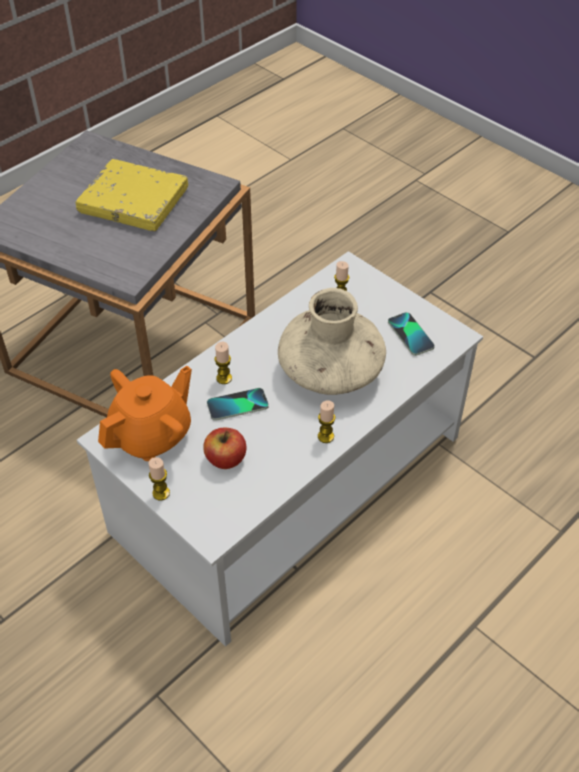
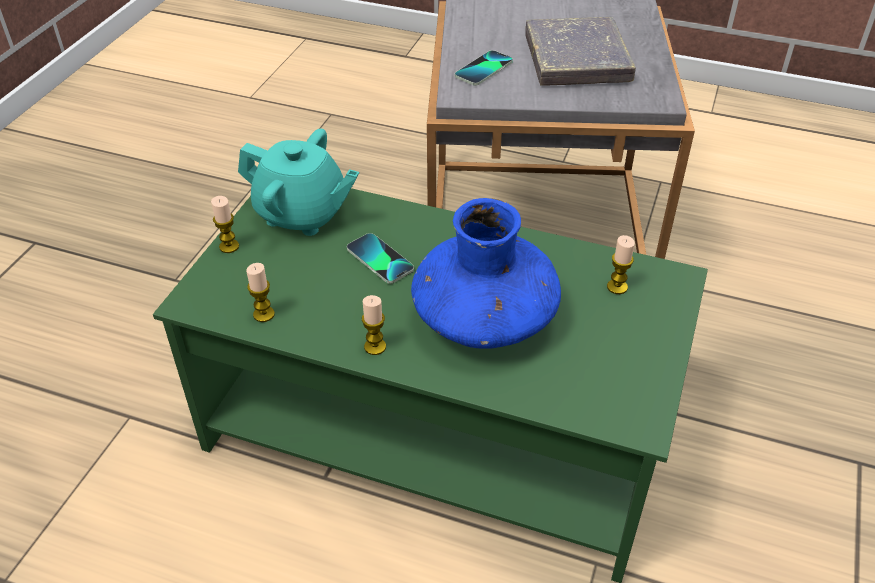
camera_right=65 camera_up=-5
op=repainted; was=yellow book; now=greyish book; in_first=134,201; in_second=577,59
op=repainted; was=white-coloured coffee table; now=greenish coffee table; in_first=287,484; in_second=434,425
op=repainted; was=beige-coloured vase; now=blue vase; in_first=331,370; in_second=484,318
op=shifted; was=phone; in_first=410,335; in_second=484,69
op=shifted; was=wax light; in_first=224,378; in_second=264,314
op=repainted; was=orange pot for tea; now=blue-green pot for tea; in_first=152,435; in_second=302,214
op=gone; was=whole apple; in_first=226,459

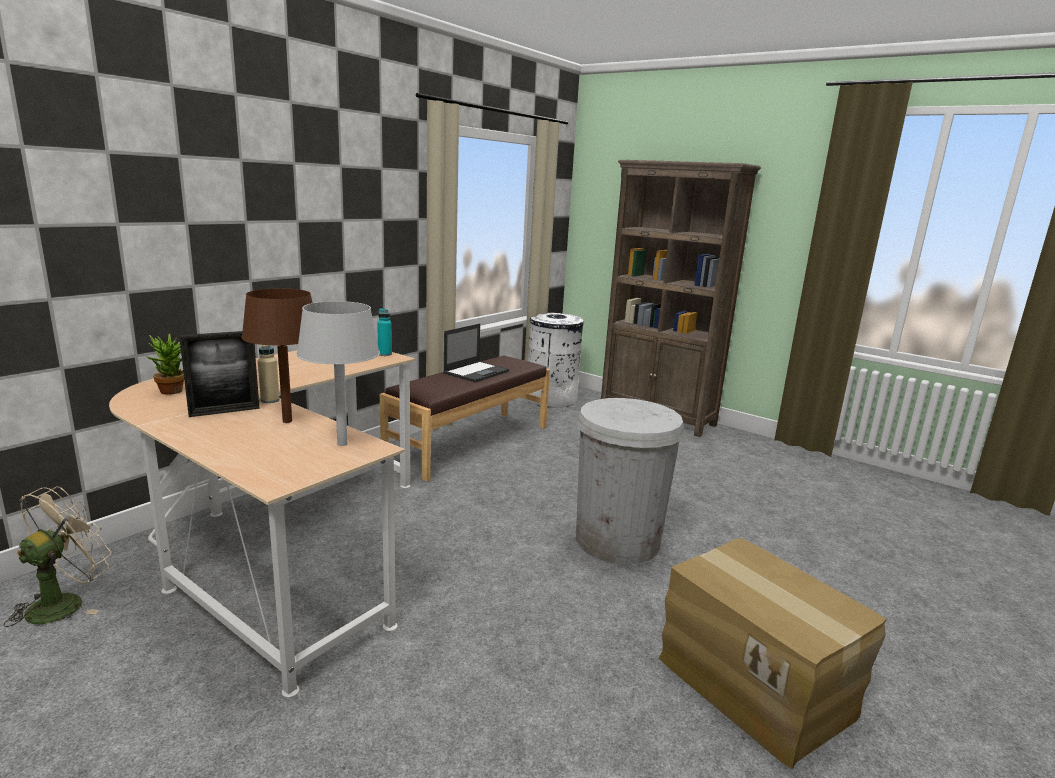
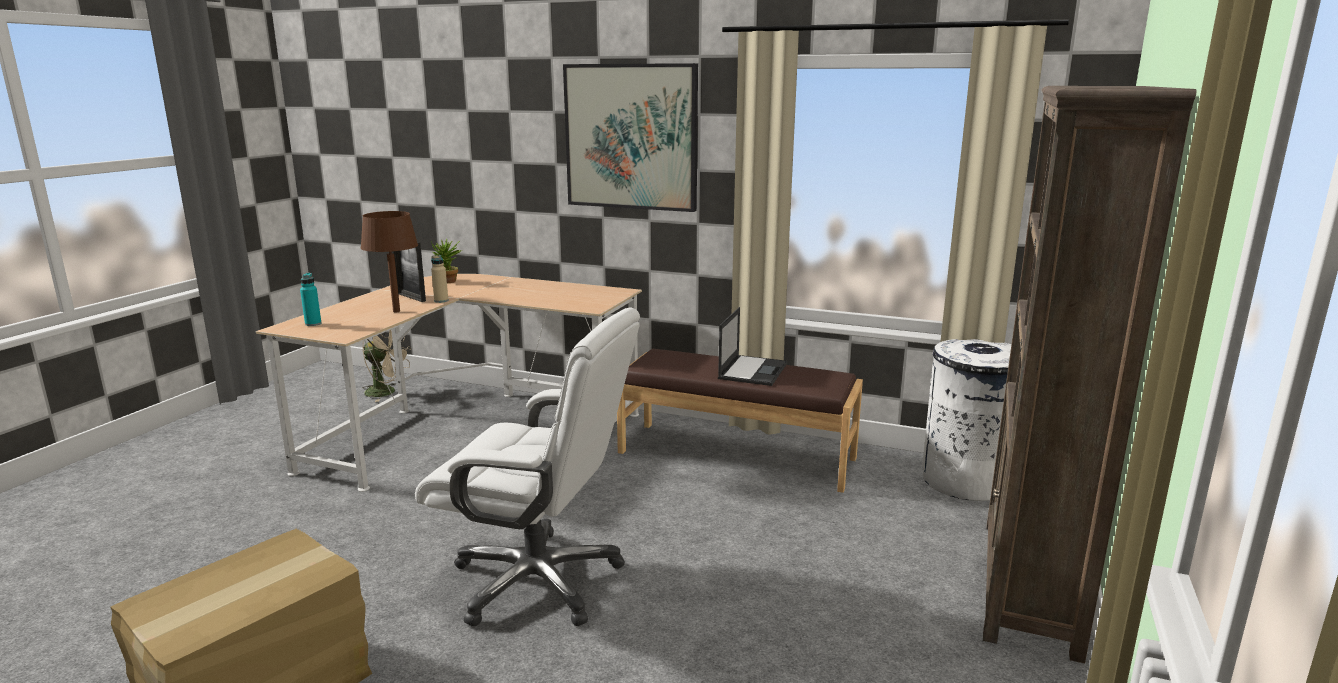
camera_right=75 camera_up=0
op=gone; was=greyish table lamp; in_first=342,444
op=shifted; was=blue-green beverage bottle; in_first=385,354; in_second=313,324
op=rotated; was=portable computer; in_first=476,372; in_second=753,370; clockwise=-90
op=swapped; was=white-coloured waste bin; now=white-coloured computer chair; in_first=617,540; in_second=539,580
op=new; now=picture; in_second=631,137

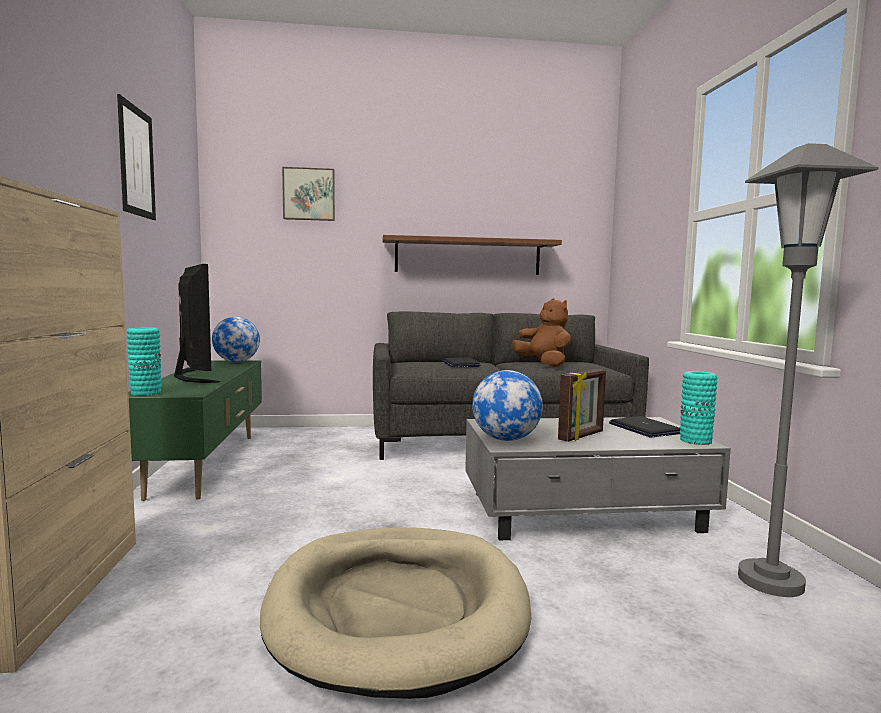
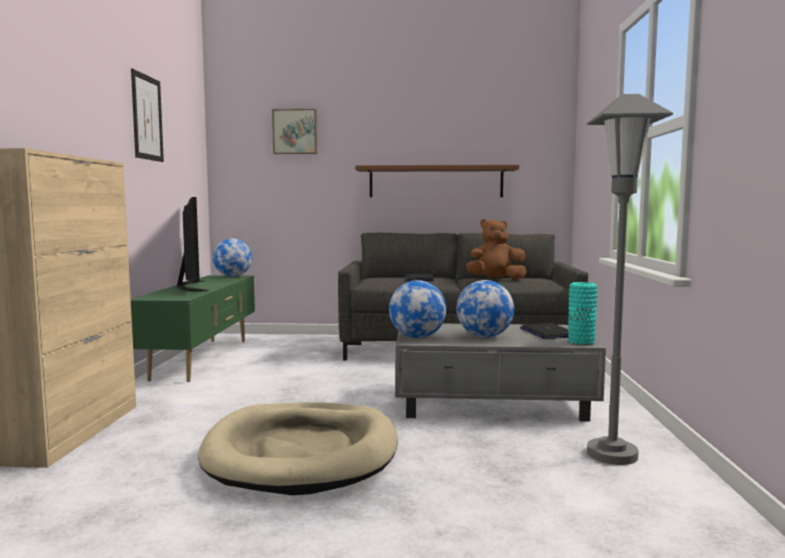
camera_right=10 camera_up=0
op=rotated; was=brownish plush toy; in_first=544,364; in_second=495,279; clockwise=-75
op=gone; was=blue-green vase; in_first=146,392
op=swapped; was=photo frame; now=desk globe; in_first=582,436; in_second=484,337

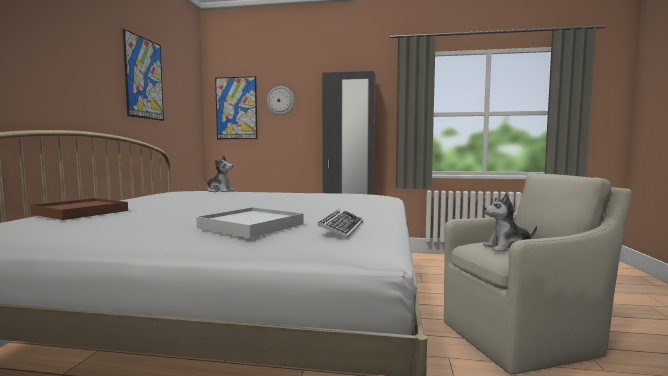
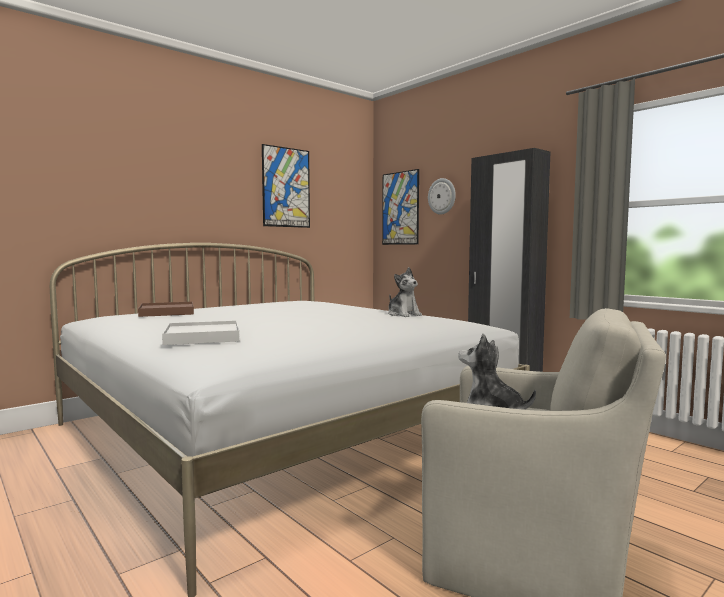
camera_right=40 camera_up=0
op=shifted; was=plush toy; in_first=220,191; in_second=403,314
op=gone; was=computer keyboard; in_first=341,228

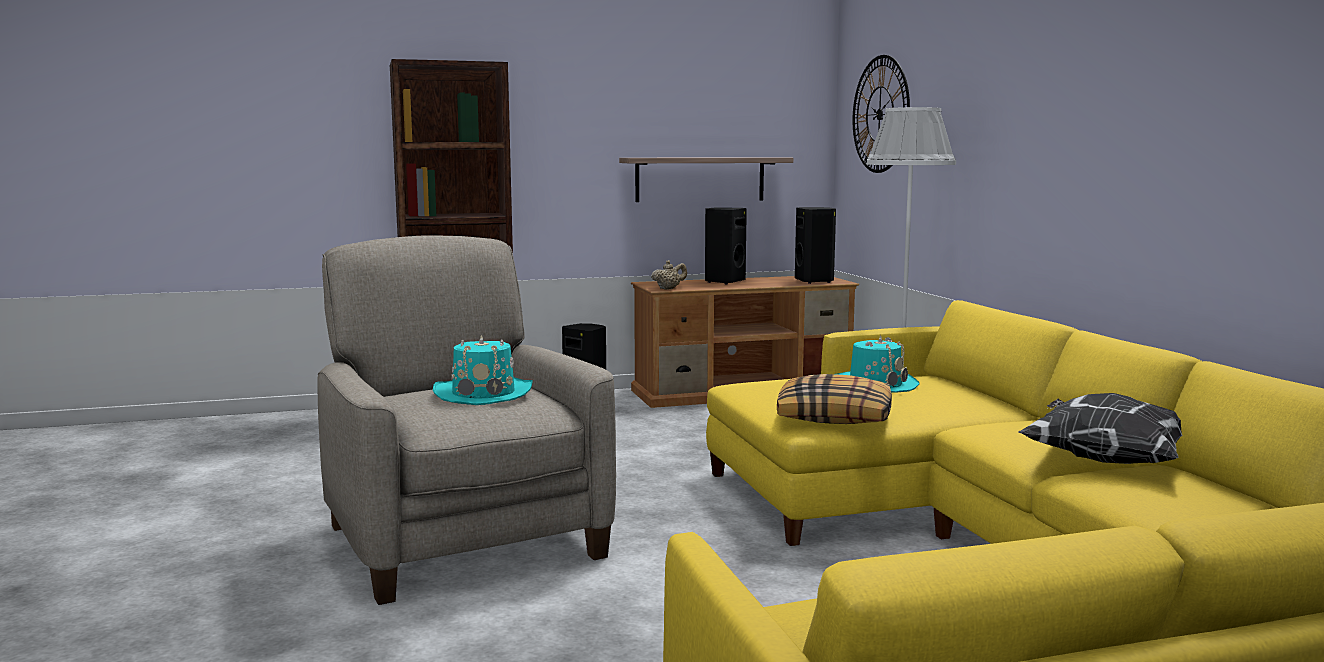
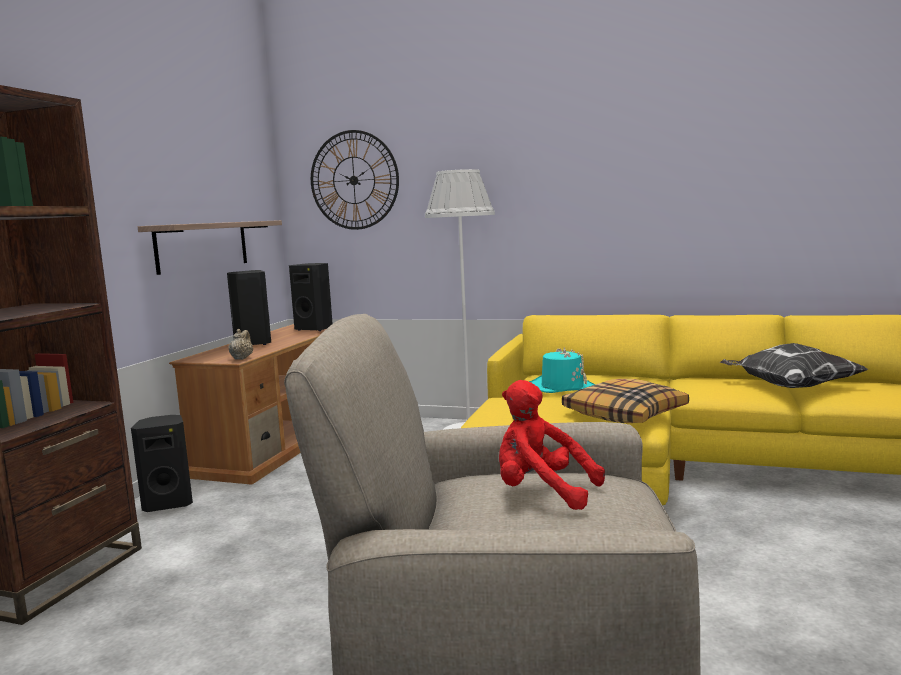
camera_right=-55 camera_up=0
op=swapped; was=blue-green wearable hat; now=reddish plush toy; in_first=484,393; in_second=541,492

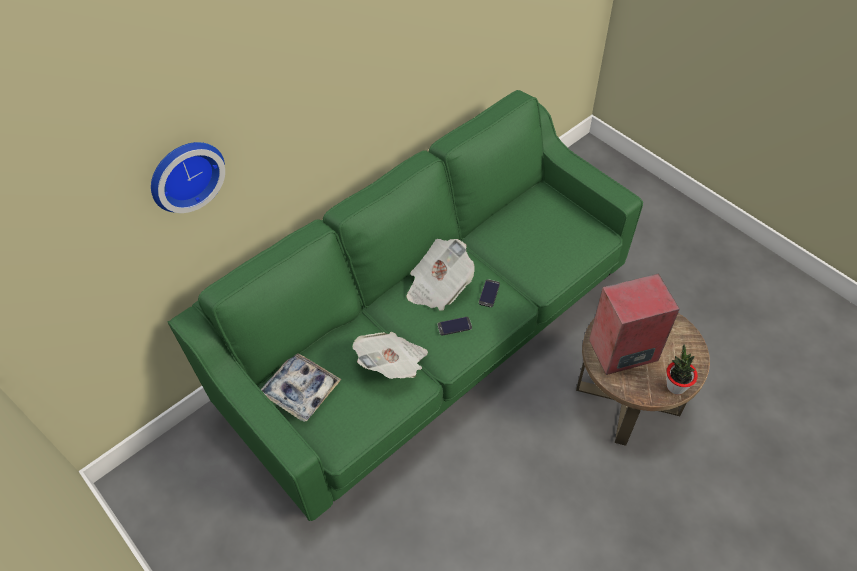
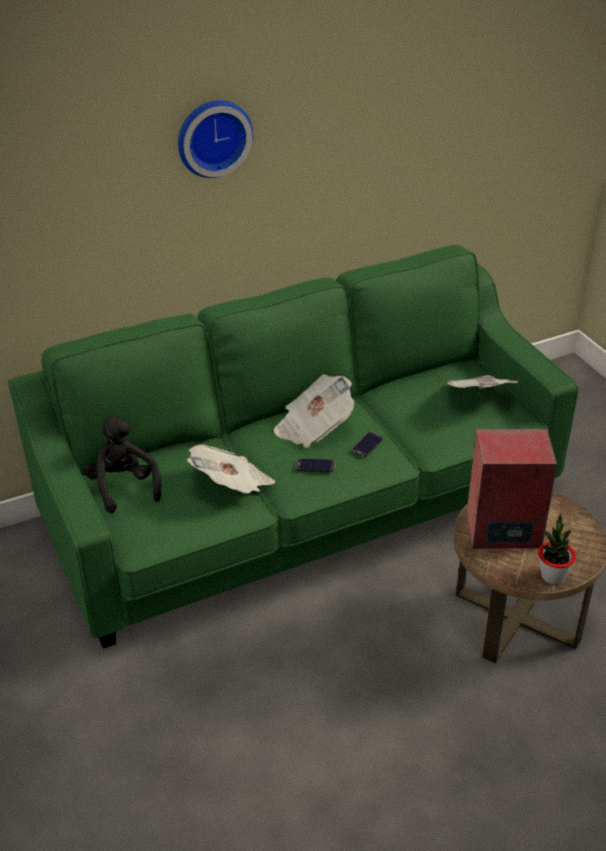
camera_right=15 camera_up=-15
op=shifted; was=wall clock; in_first=184,174; in_second=213,136
op=swapped; was=serving tray; now=blackish plush toy; in_first=301,390; in_second=123,487
op=new; now=newspaper; in_second=480,398

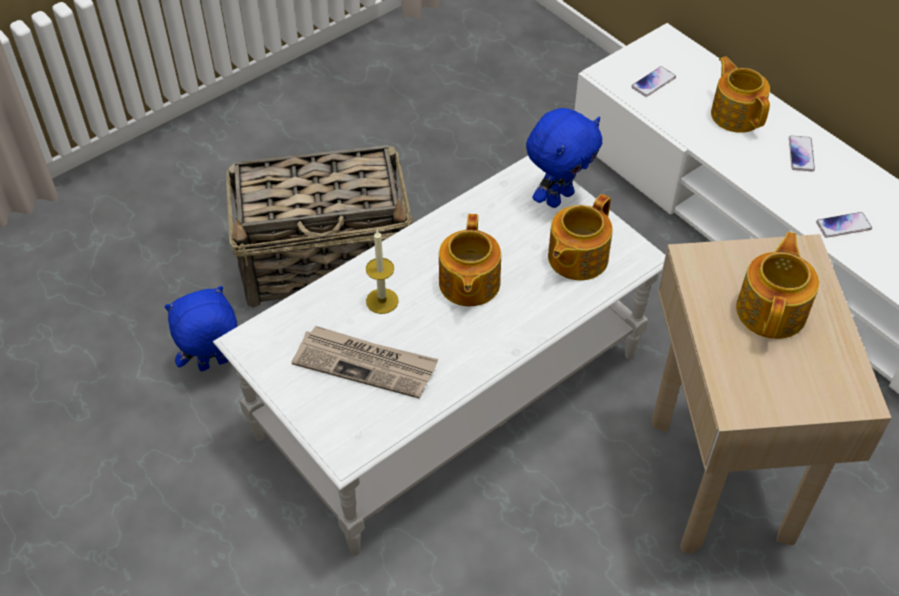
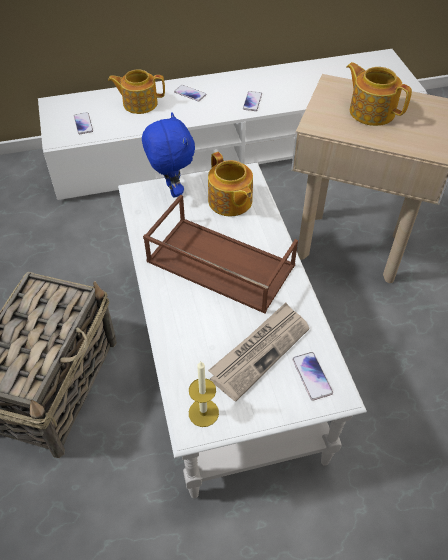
camera_right=-65 camera_up=0
op=swapped; was=pot for tea; now=brownish serving tray; in_first=468,284; in_second=218,264
op=shifted; was=wax light; in_first=382,301; in_second=203,413
op=gone; was=blue plush toy; in_first=213,365
op=new; now=phone; in_second=311,376

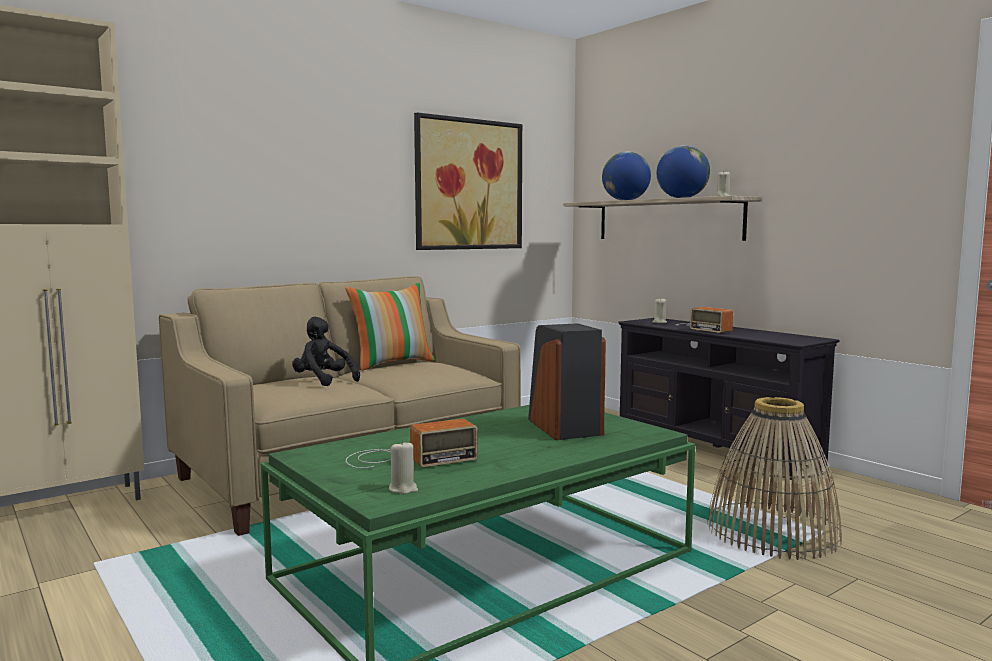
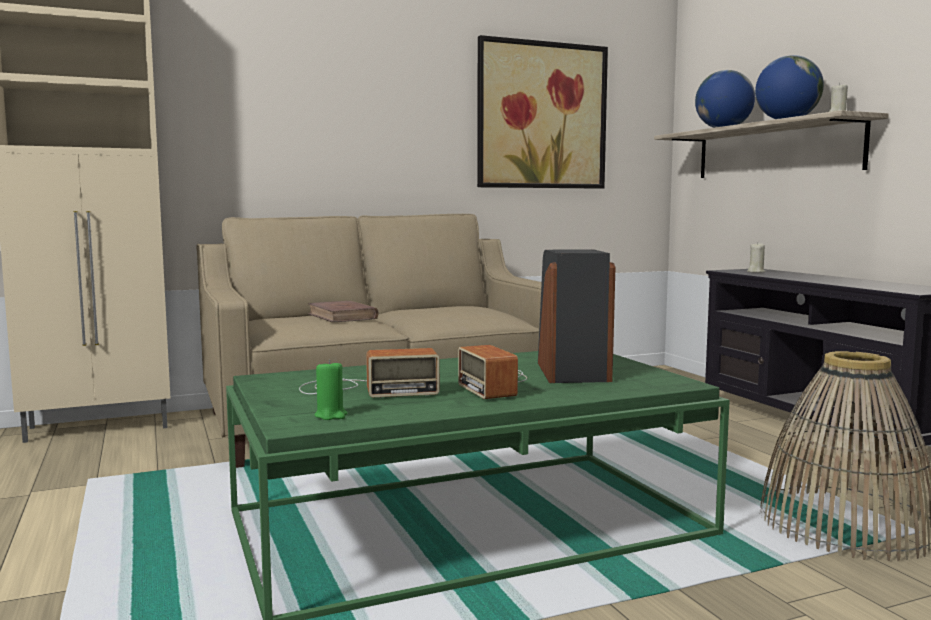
camera_right=15 camera_up=0
op=gone; was=pillow; in_first=392,363
op=shifted; was=radio set; in_first=703,328; in_second=494,382
op=swapped; was=blackish plush toy; now=brownish book; in_first=323,381; in_second=342,316
op=repainted; was=beige-coloured wax light; now=greenish wax light; in_first=403,489; in_second=331,415

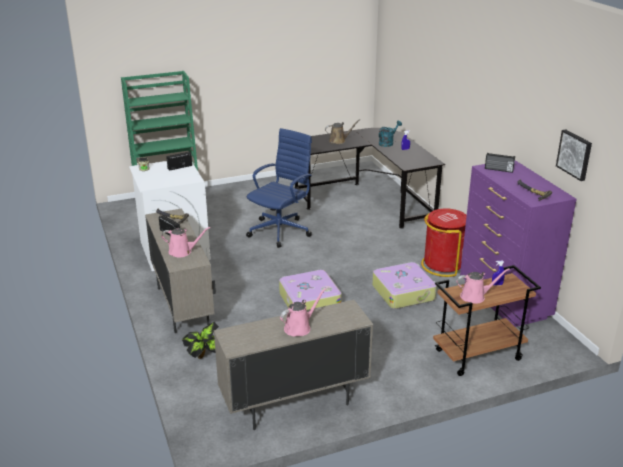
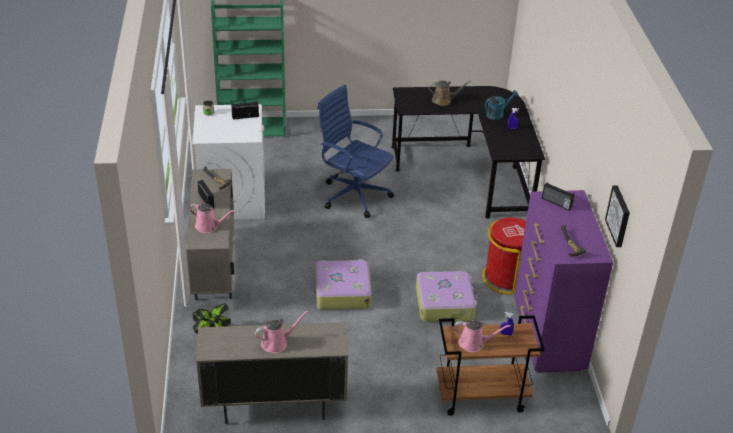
camera_right=15 camera_up=10
op=rotated; was=blue computer chair; in_first=281,230; in_second=354,194; clockwise=-105

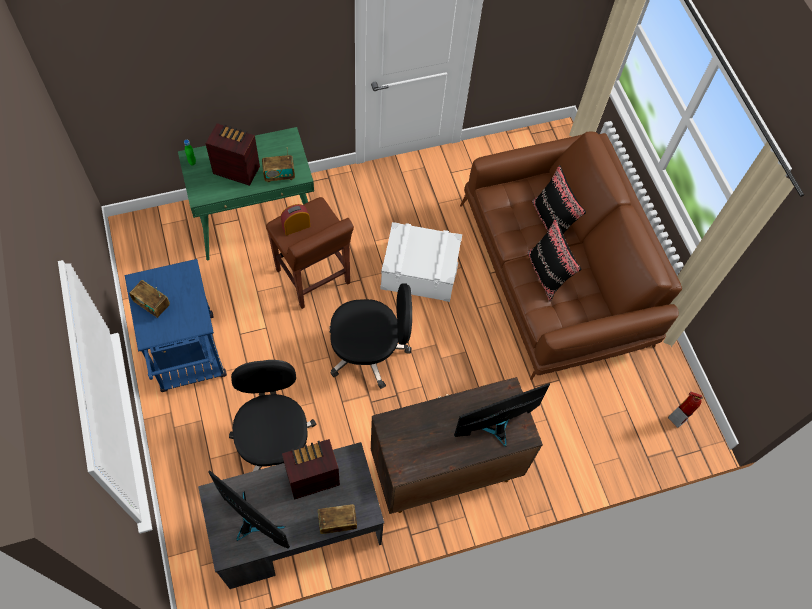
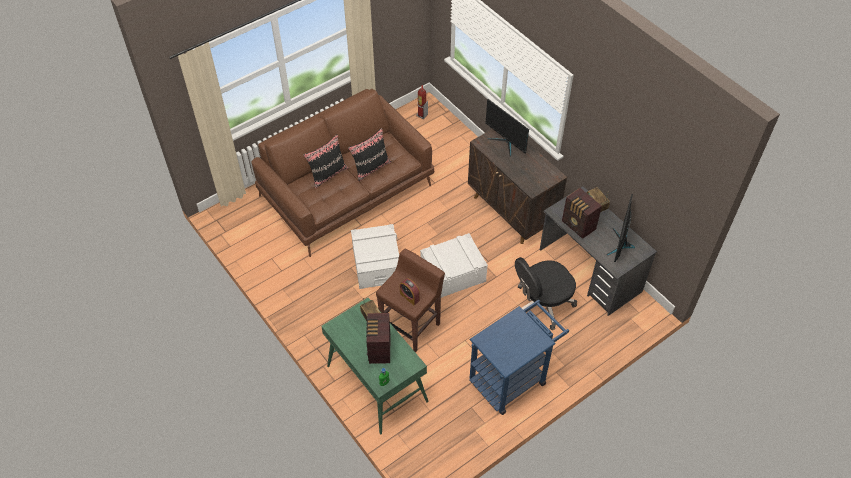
camera_right=-105 camera_up=-10
op=gone; was=radio set; in_first=152,305
op=swapped; was=blackish computer chair; now=white-coloured storage bin; in_first=369,351; in_second=453,273

